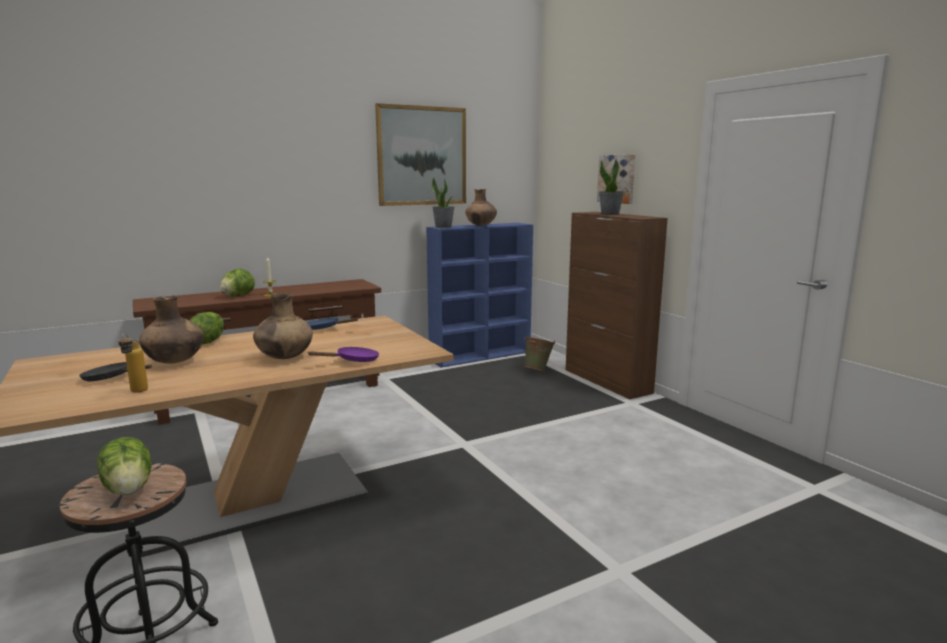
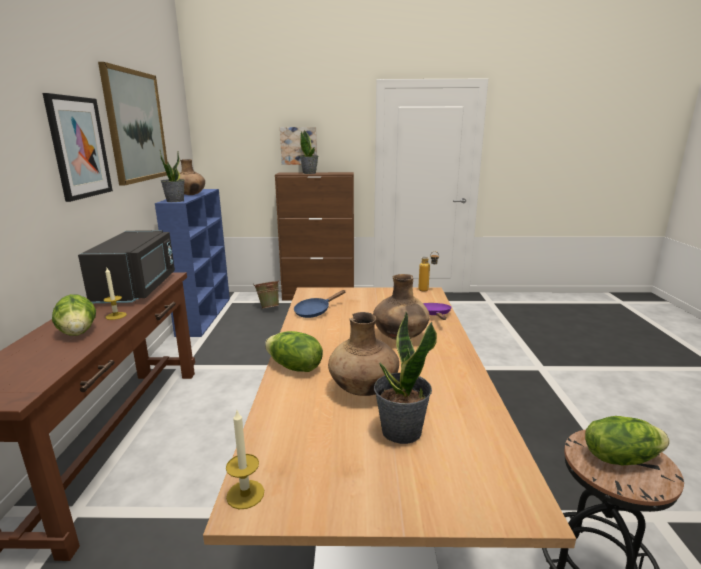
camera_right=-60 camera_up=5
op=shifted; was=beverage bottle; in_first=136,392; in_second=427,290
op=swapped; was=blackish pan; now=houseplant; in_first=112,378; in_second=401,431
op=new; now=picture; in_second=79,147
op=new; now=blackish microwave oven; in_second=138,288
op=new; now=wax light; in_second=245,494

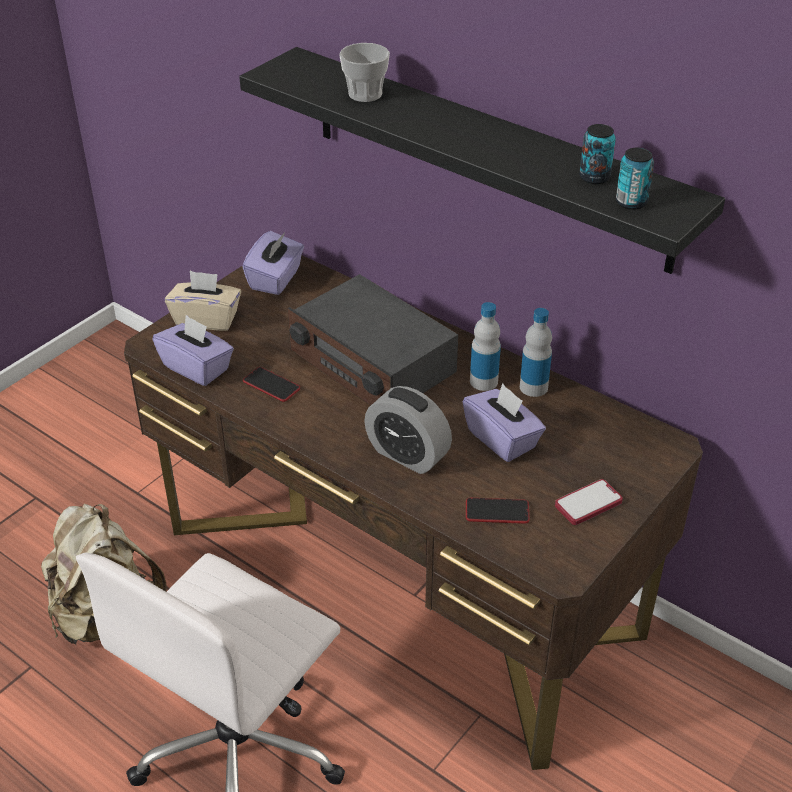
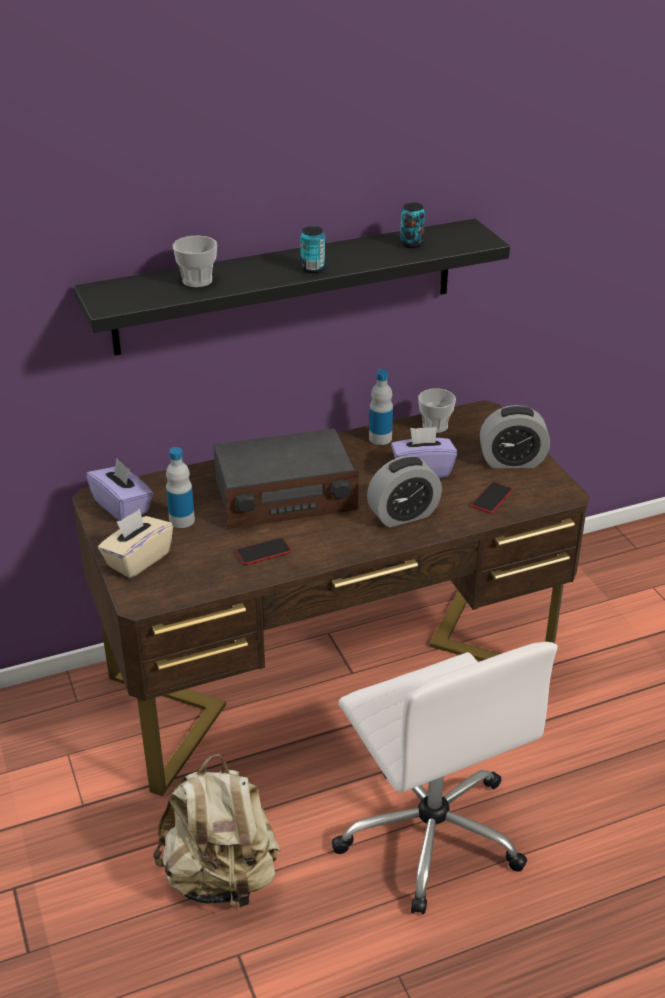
camera_right=-60 camera_up=-5
op=shifted; was=can; in_first=631,202; in_second=312,269
op=shifted; was=beverage bottle; in_first=483,381; in_second=182,520
op=gone; was=purplish tissue box; in_first=197,367
op=swapped; was=phone; now=bedside clock; in_first=588,503; in_second=512,461
op=new; now=small cup; in_second=435,426

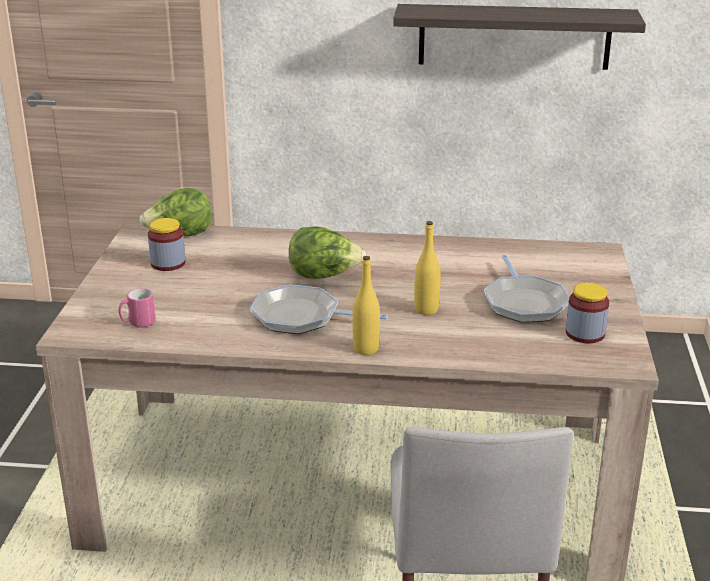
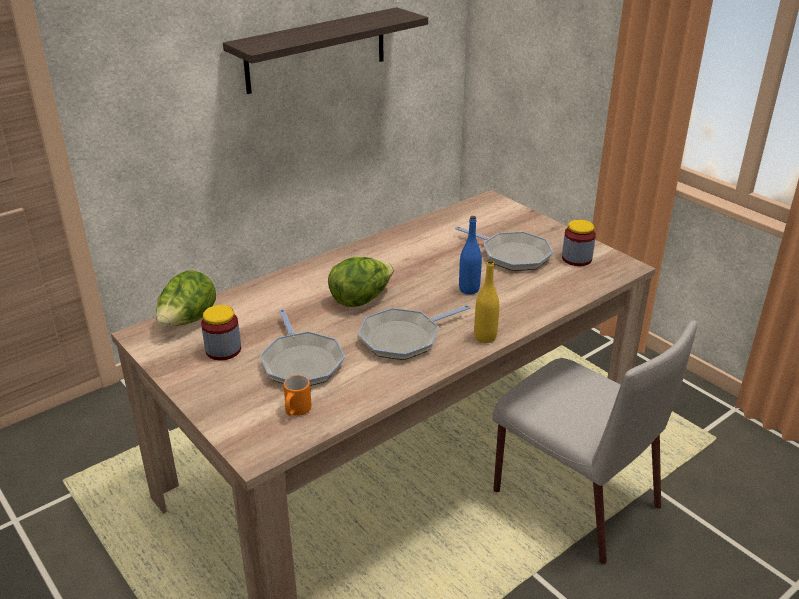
camera_right=-45 camera_up=5
op=repainted; was=yellow beverage bottle; now=blue beverage bottle; in_first=426,310; in_second=469,289
op=repainted; was=pinkish coffee mug; now=orange coffee mug; in_first=138,323; in_second=296,411
op=new; now=pan; in_second=301,362

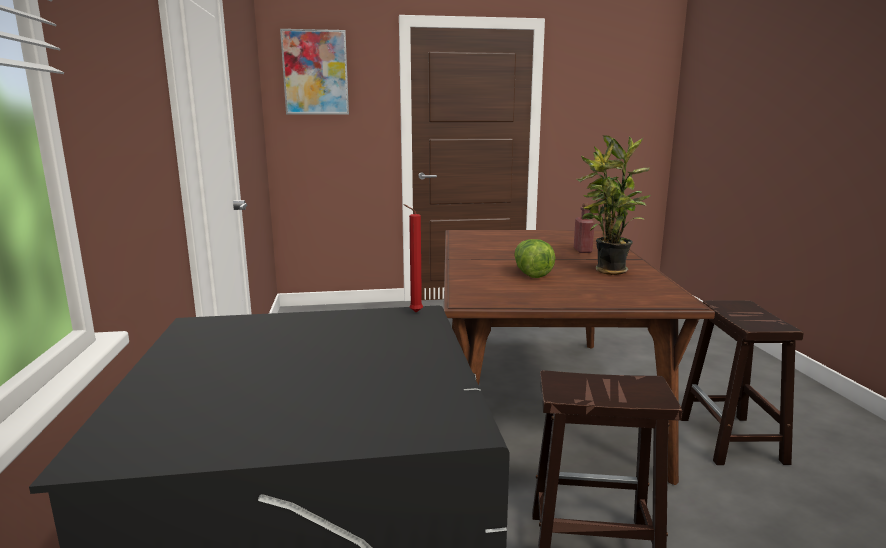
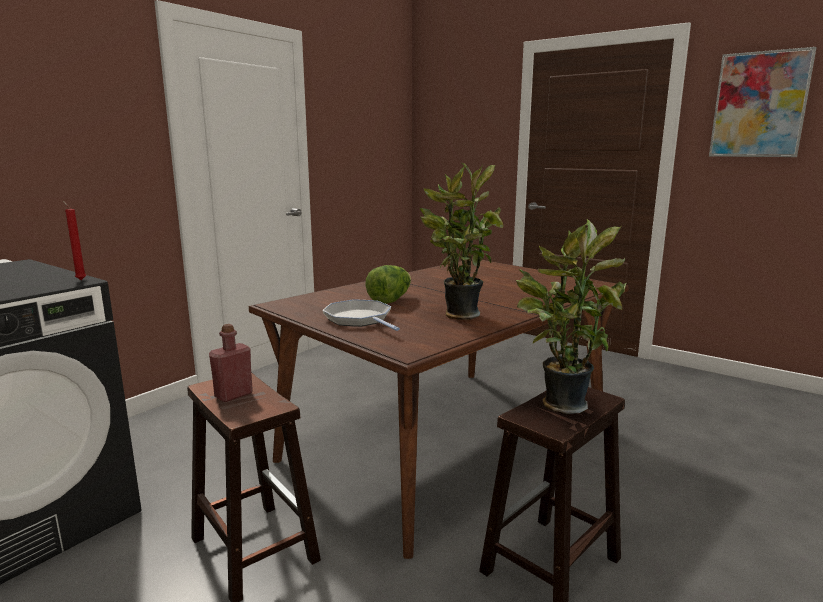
camera_right=45 camera_up=0
op=shifted; was=picture; in_first=315,72; in_second=759,105
op=shifted; was=reddish beverage bottle; in_first=582,250; in_second=233,395
op=new; now=houseplant; in_second=560,404
op=new; now=pan; in_second=360,319

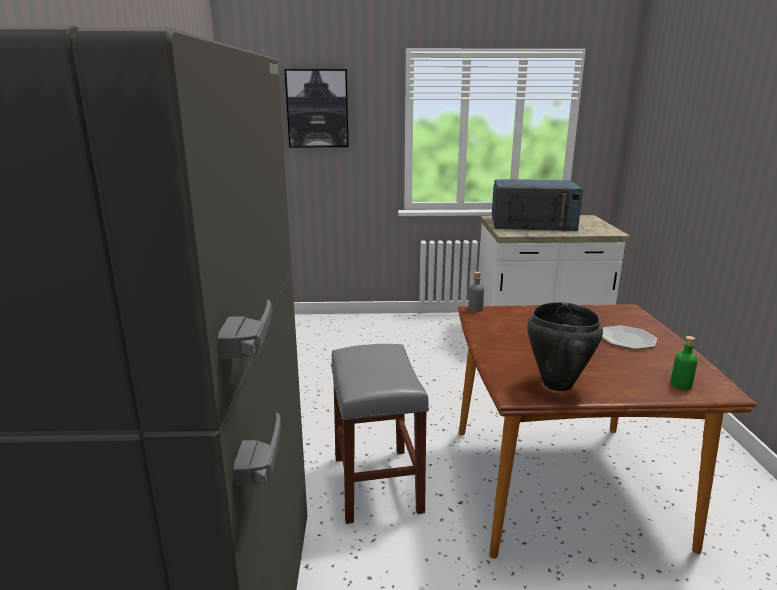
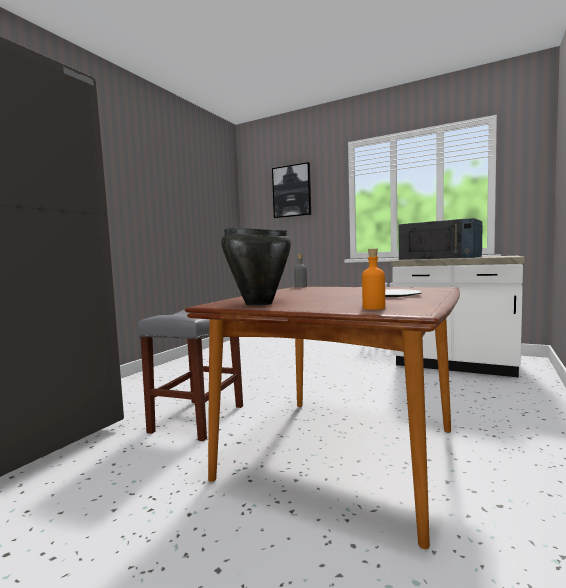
camera_right=30 camera_up=-15
op=repainted; was=greenish beverage bottle; now=orange beverage bottle; in_first=680,385; in_second=373,308

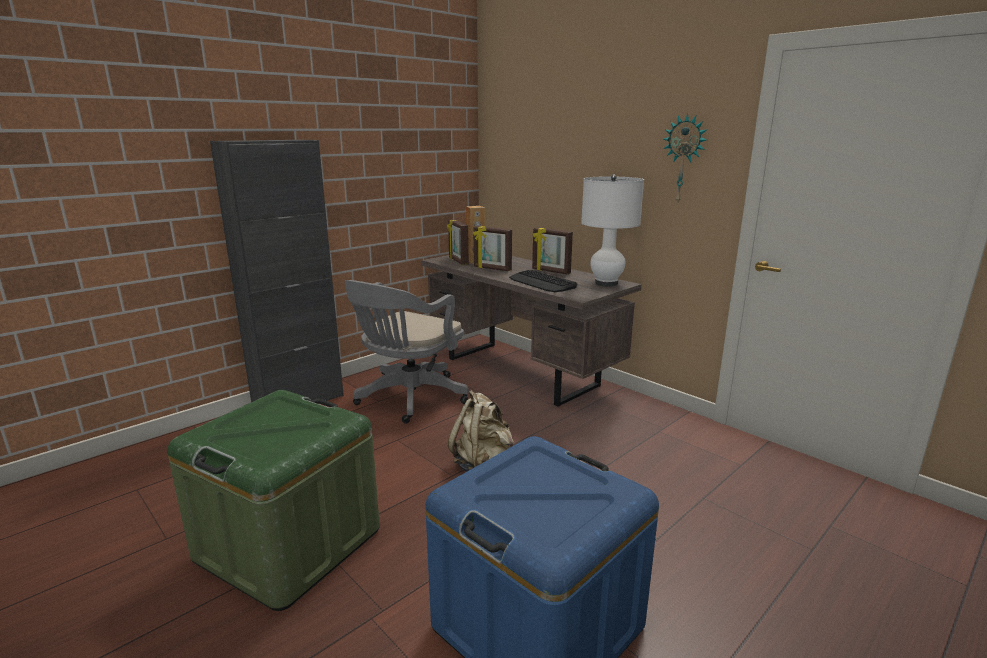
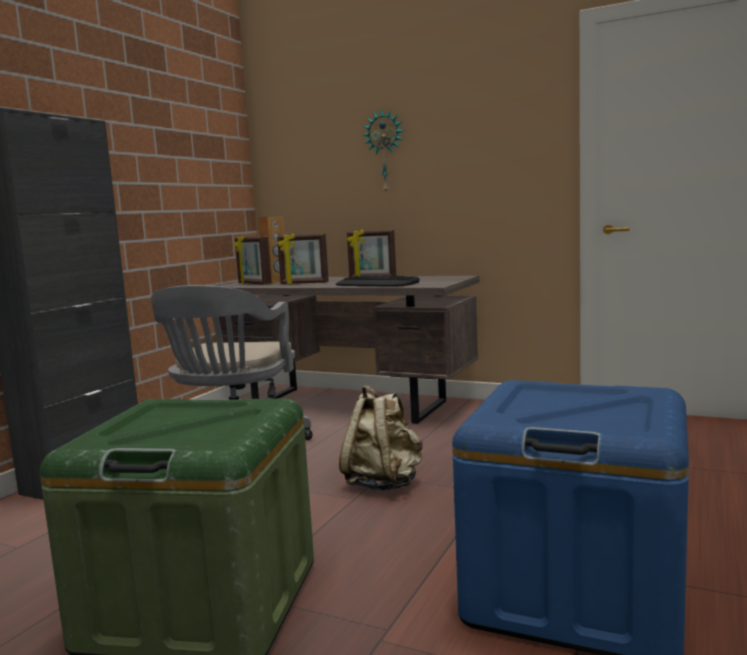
camera_right=-20 camera_up=-10
op=shifted; was=wall clock; in_first=684,159; in_second=385,152
op=gone; was=white-coloured table lamp; in_first=606,283

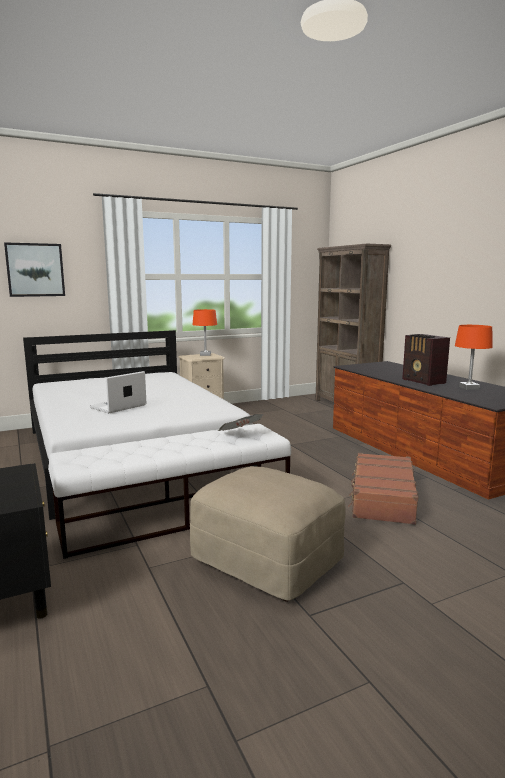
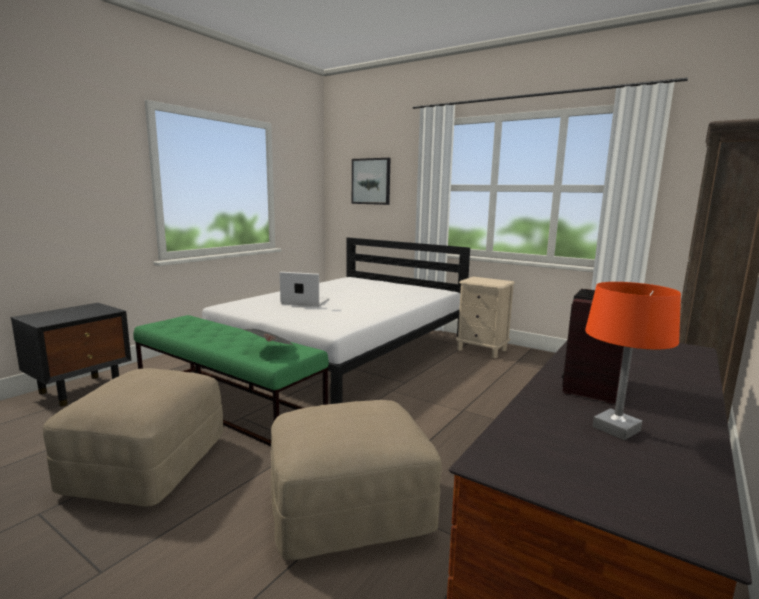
camera_right=60 camera_up=0
op=gone; was=orange table lamp; in_first=205,355
op=repainted; was=white-coloured indoor bench; now=greenish indoor bench; in_first=177,515; in_second=228,403
op=swapped; was=brownish suitcase; now=beige-coloured ottoman; in_first=382,498; in_second=350,511

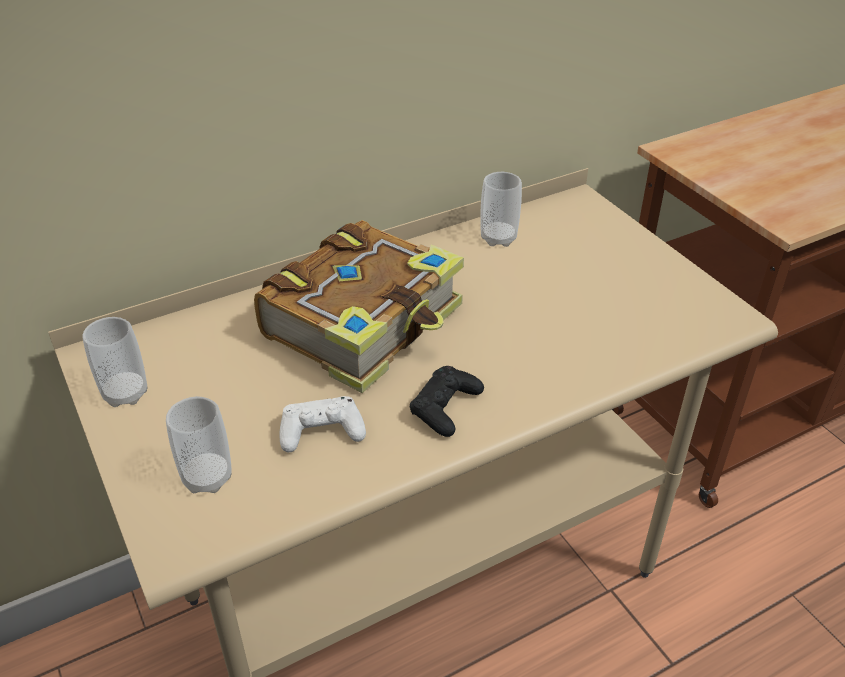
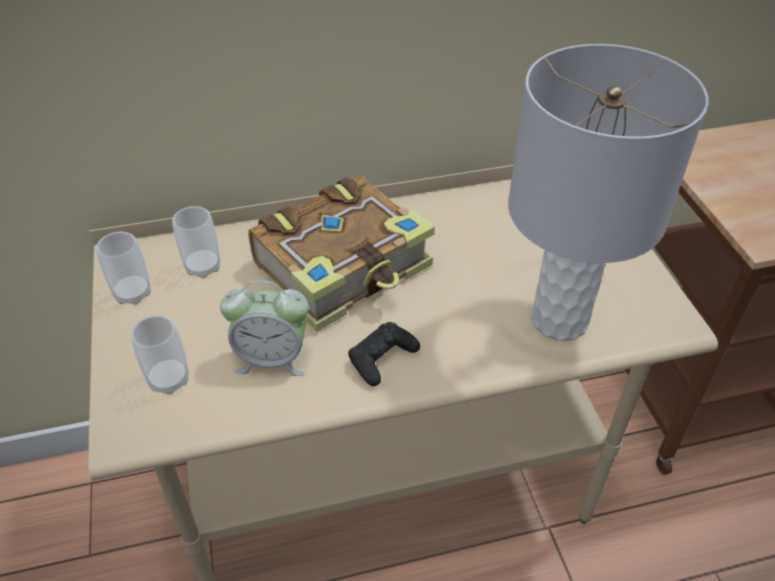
camera_right=15 camera_up=5
op=shifted; was=small cup; in_first=498,238; in_second=203,267
op=swapped; was=white-coloured joypad; now=bedside clock; in_first=321,431; in_second=272,358
op=new; now=greyish table lamp; in_second=559,321

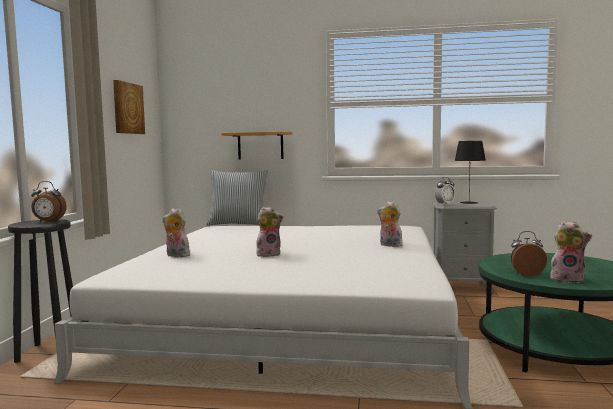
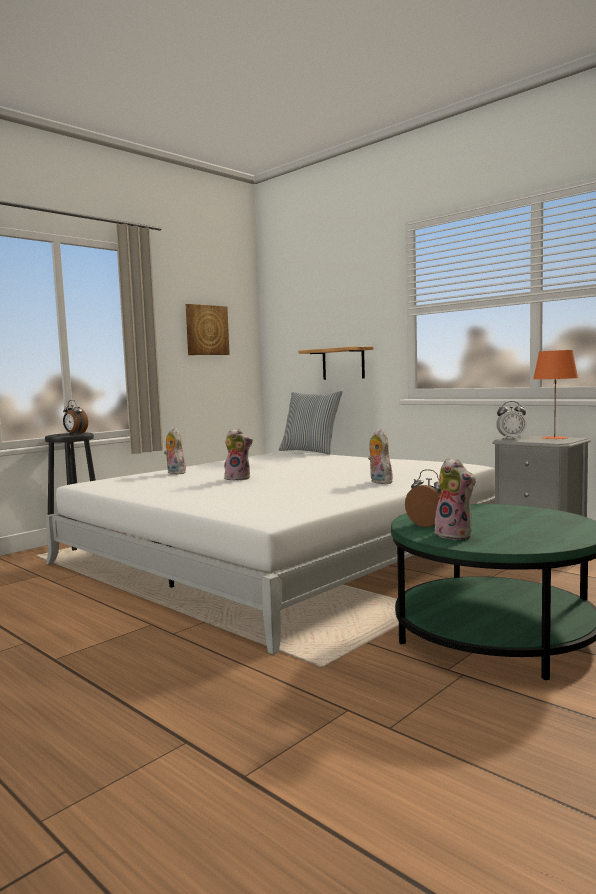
camera_right=35 camera_up=0
op=repainted; was=blackish table lamp; now=orange table lamp; in_first=469,202; in_second=555,438

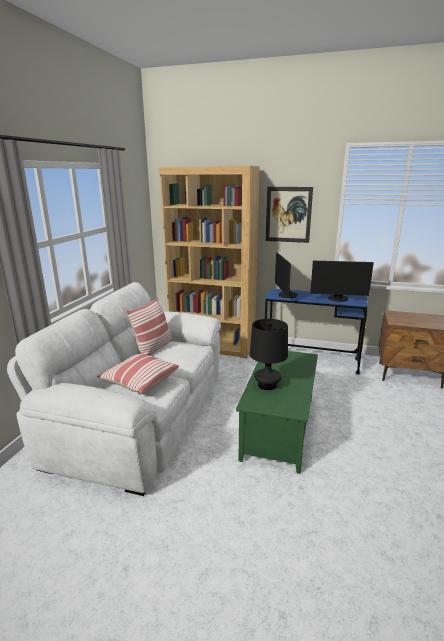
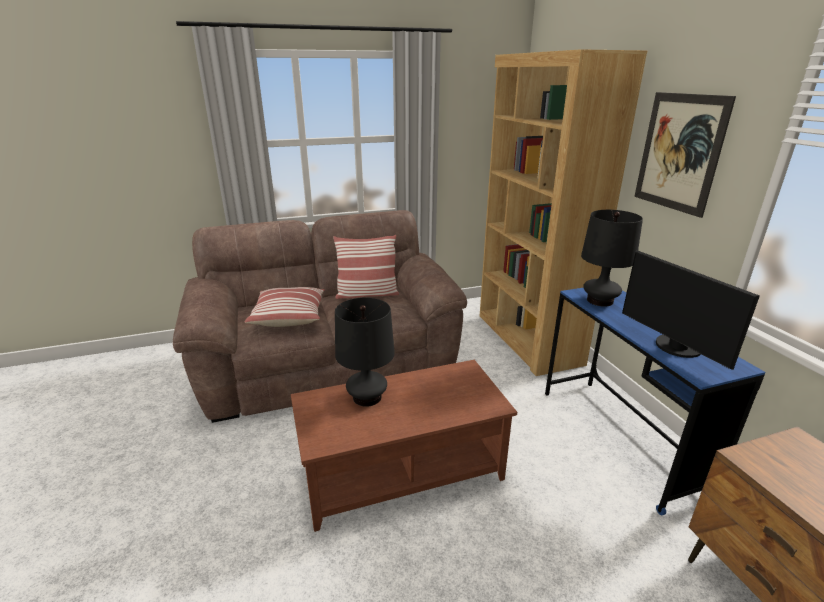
camera_right=55 camera_up=5
op=swapped; was=computer screen; now=blackish table lamp; in_first=285,295; in_second=600,301
op=repainted; was=white-coloured sofa; now=brownish sofa; in_first=140,417; in_second=328,362
op=repainted; was=greenish coffee table; now=brownish coffee table; in_first=278,426; in_second=401,470

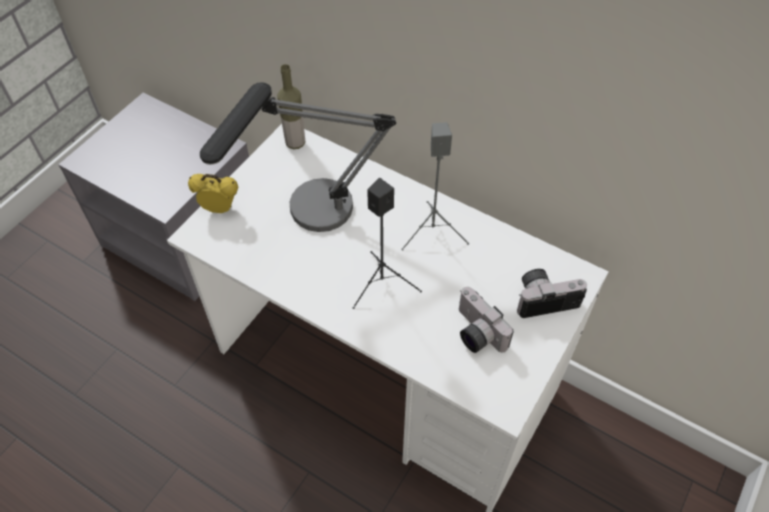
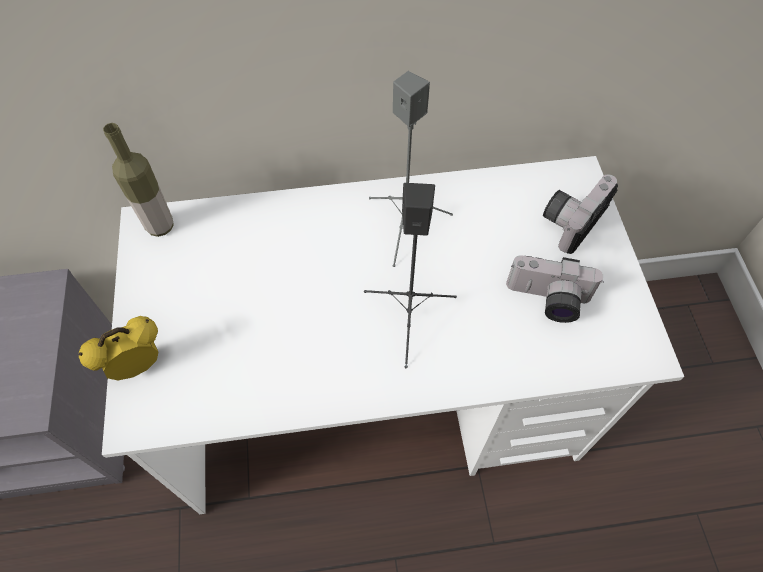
camera_right=-40 camera_up=5
op=gone; was=table lamp; in_first=309,220

